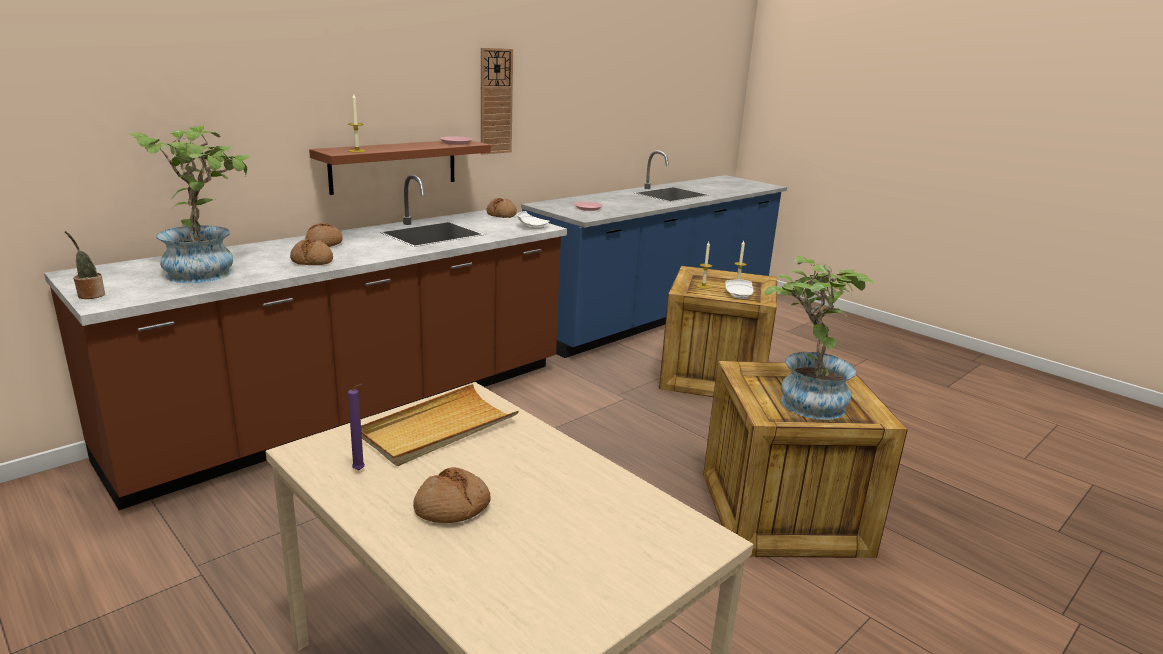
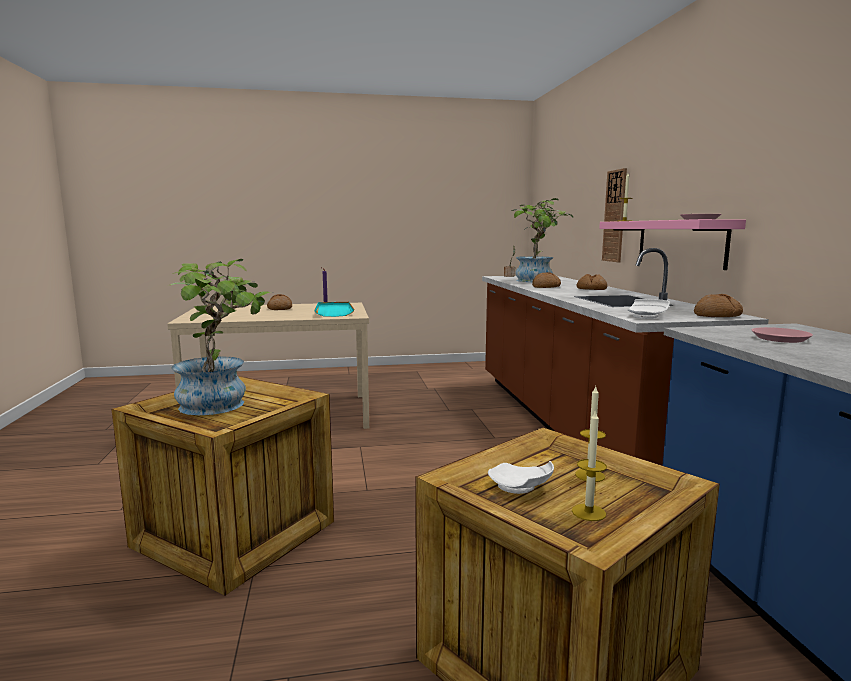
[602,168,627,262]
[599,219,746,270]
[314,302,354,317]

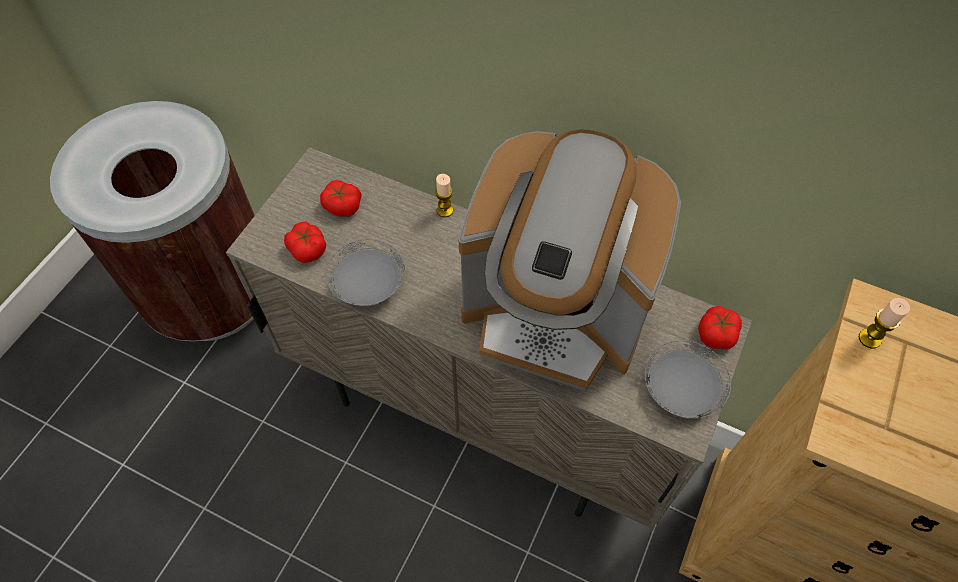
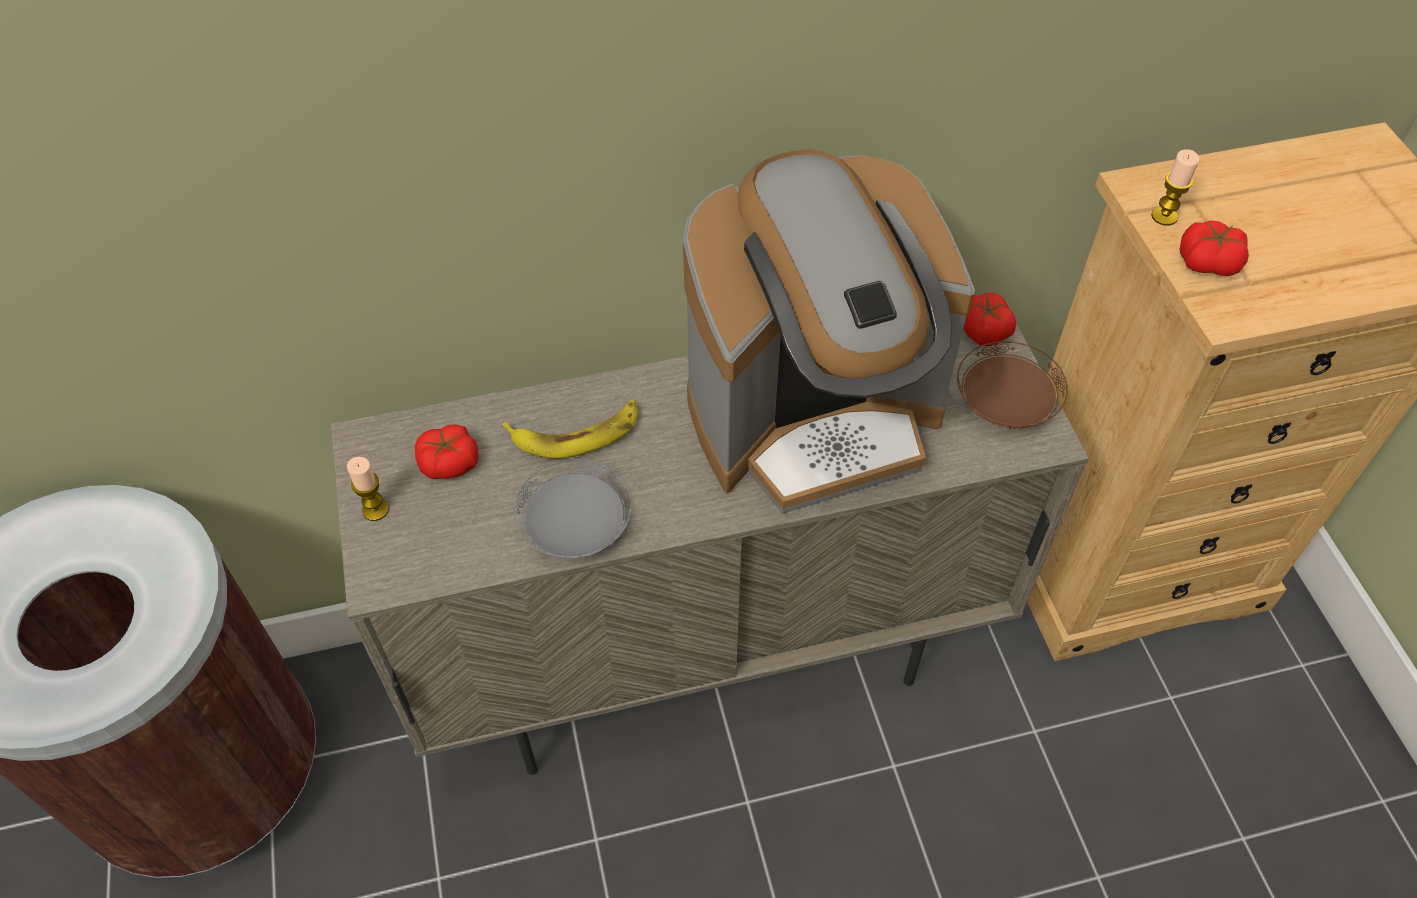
[347,457,389,521]
[1179,221,1249,276]
[957,341,1068,429]
[503,400,638,459]

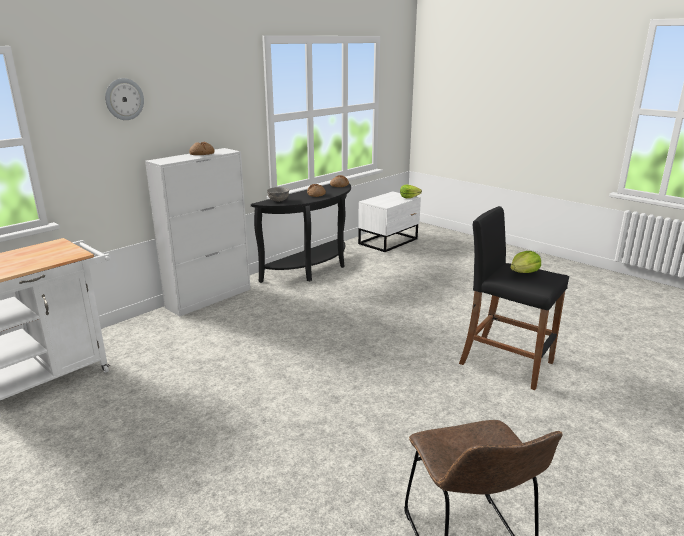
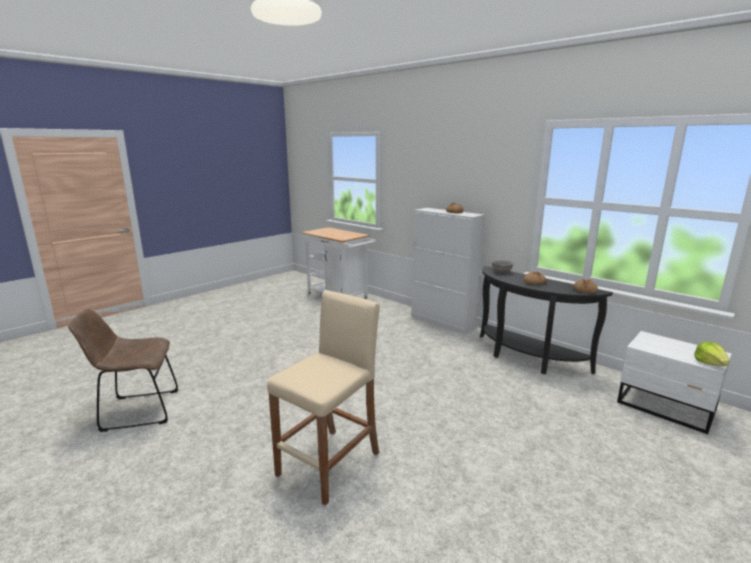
[105,78,144,120] (first image)
[267,290,380,506]
[510,251,541,273] (first image)

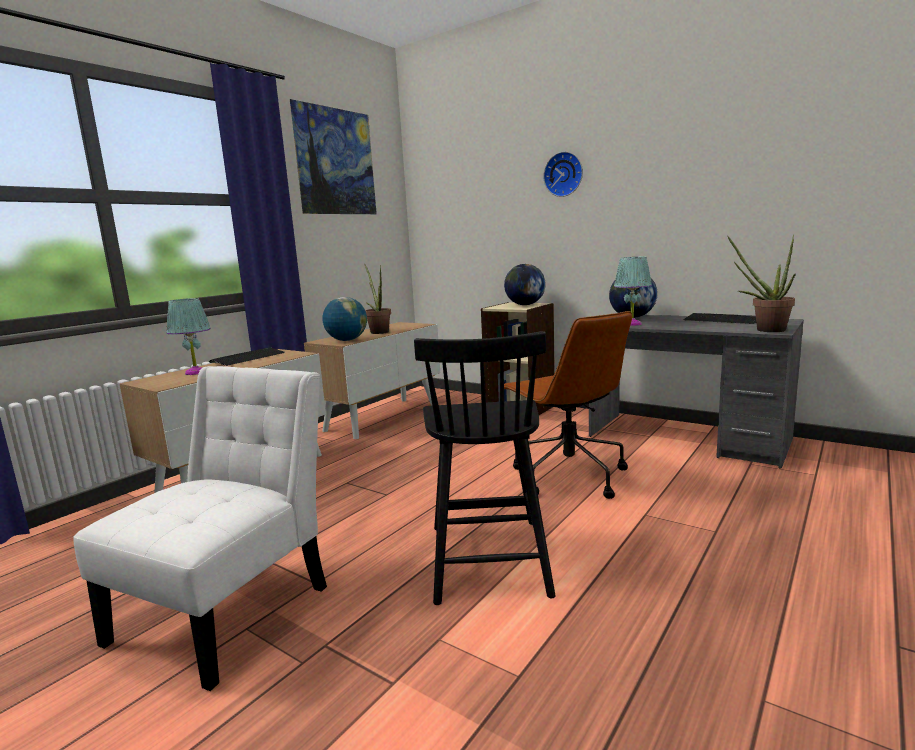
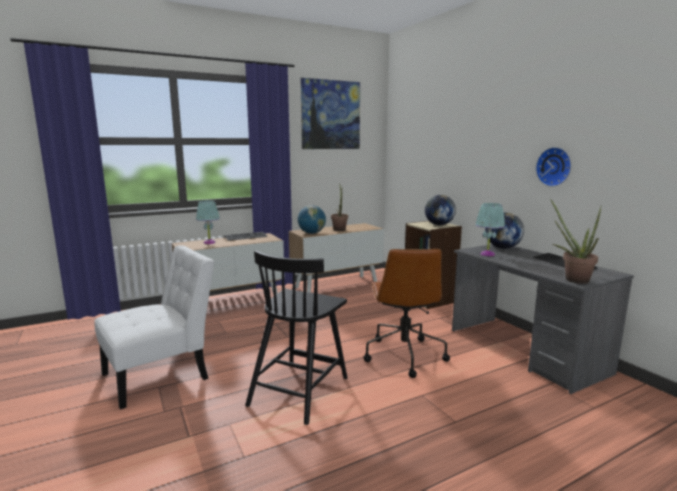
[536,147,571,187]

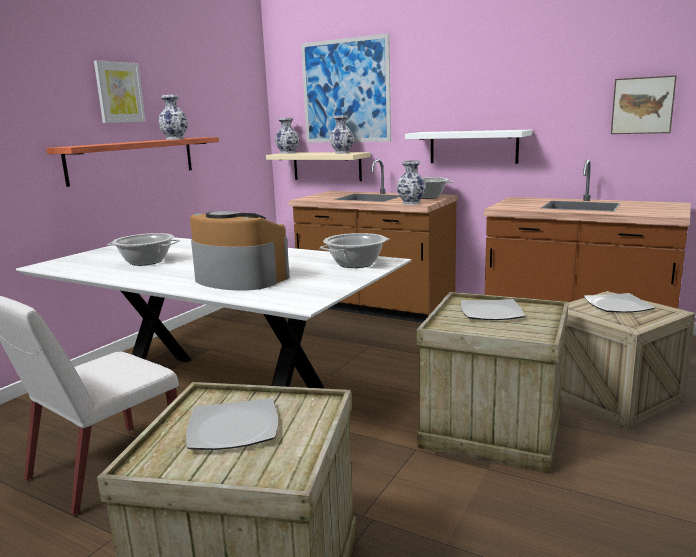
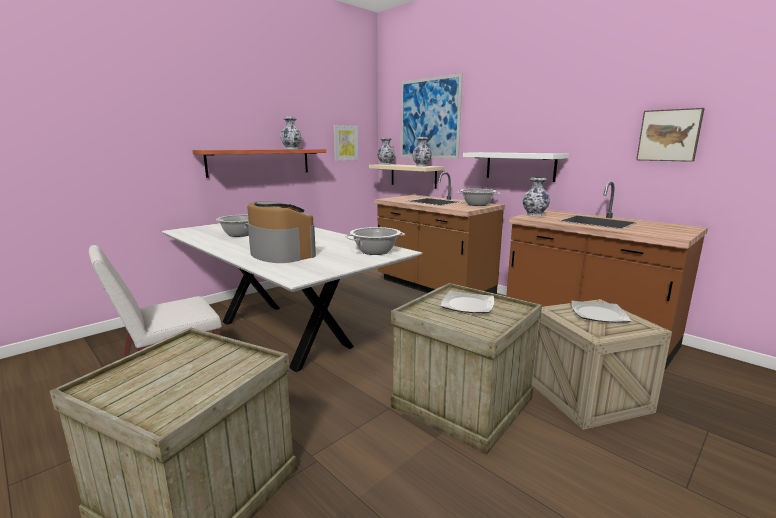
[333,125,358,161]
[523,177,550,216]
[186,398,278,450] (first image)

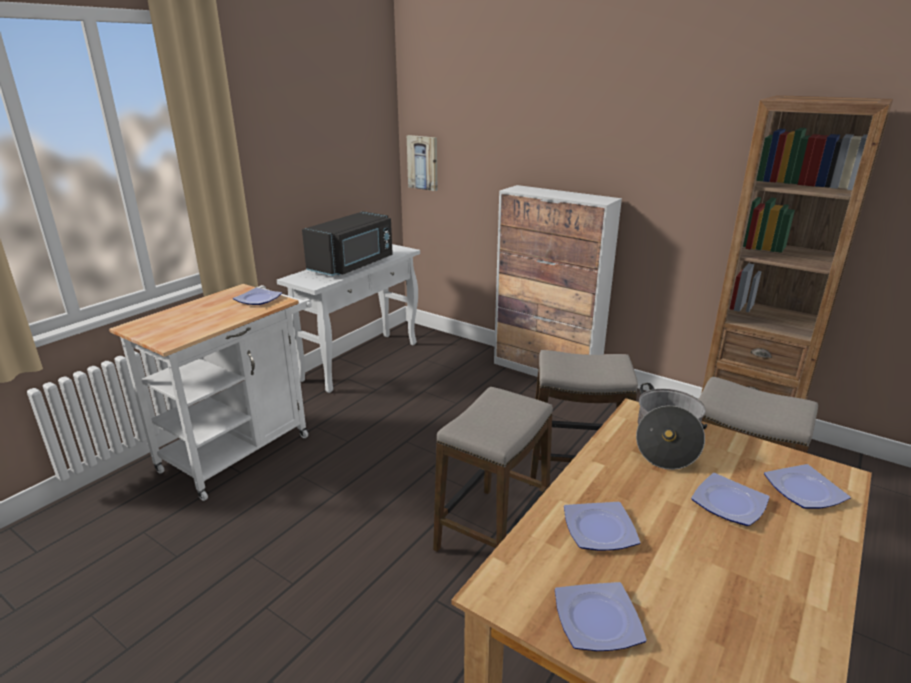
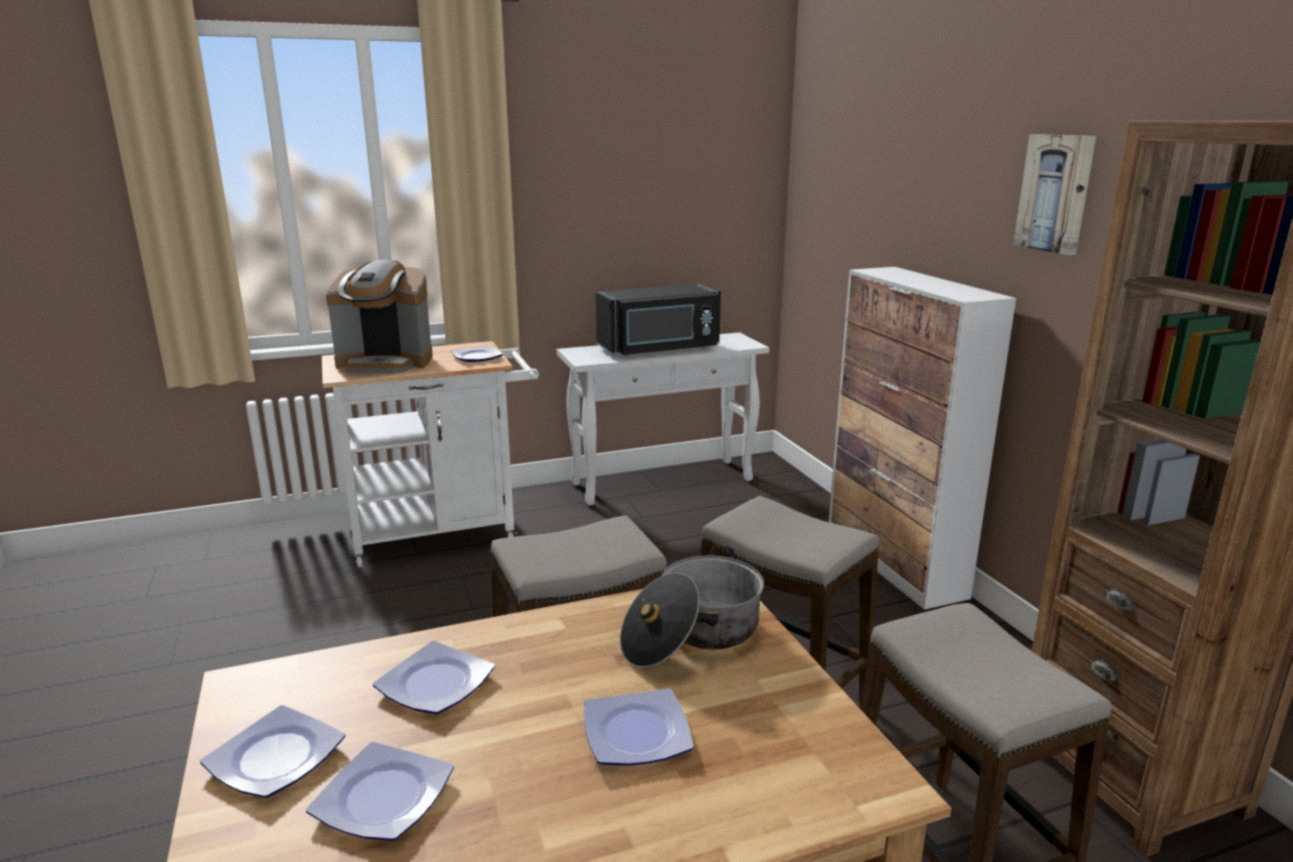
[1013,134,1096,255]
[306,742,454,841]
[326,260,433,373]

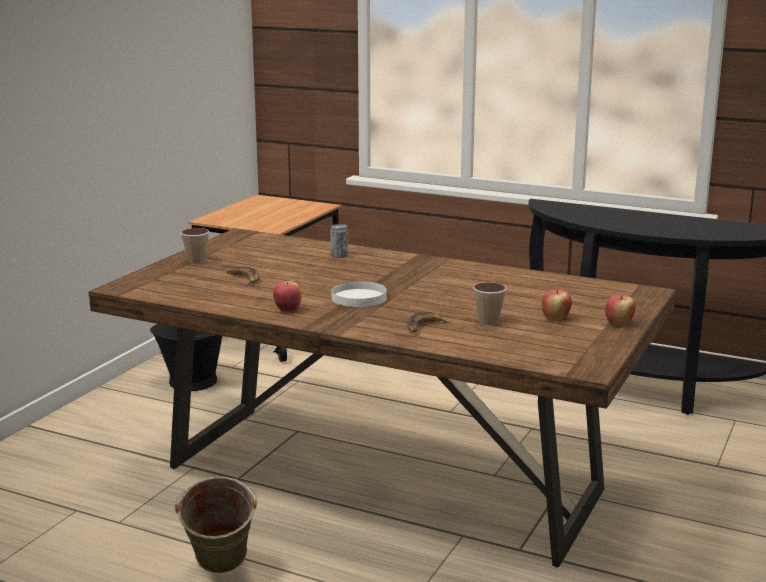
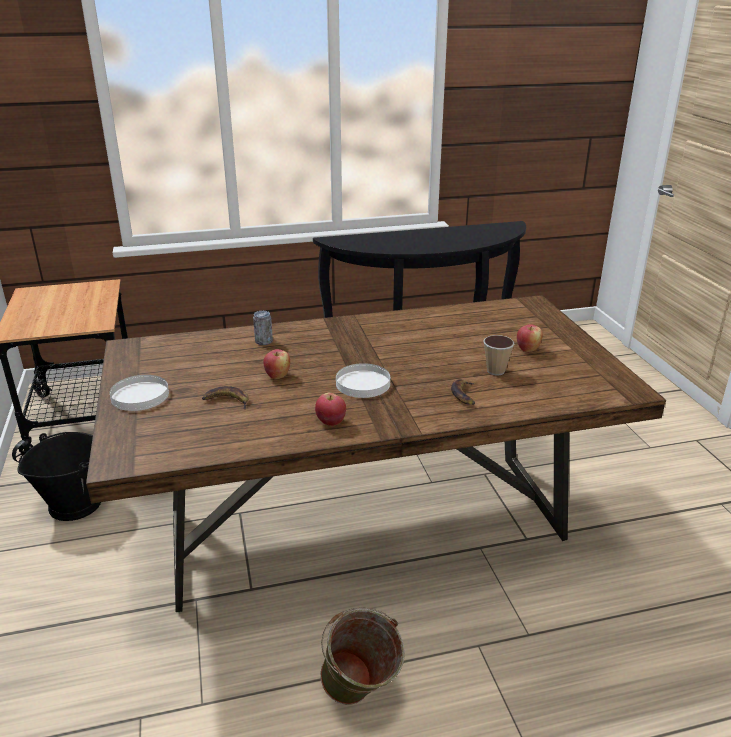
[109,375,169,411]
[264,349,290,379]

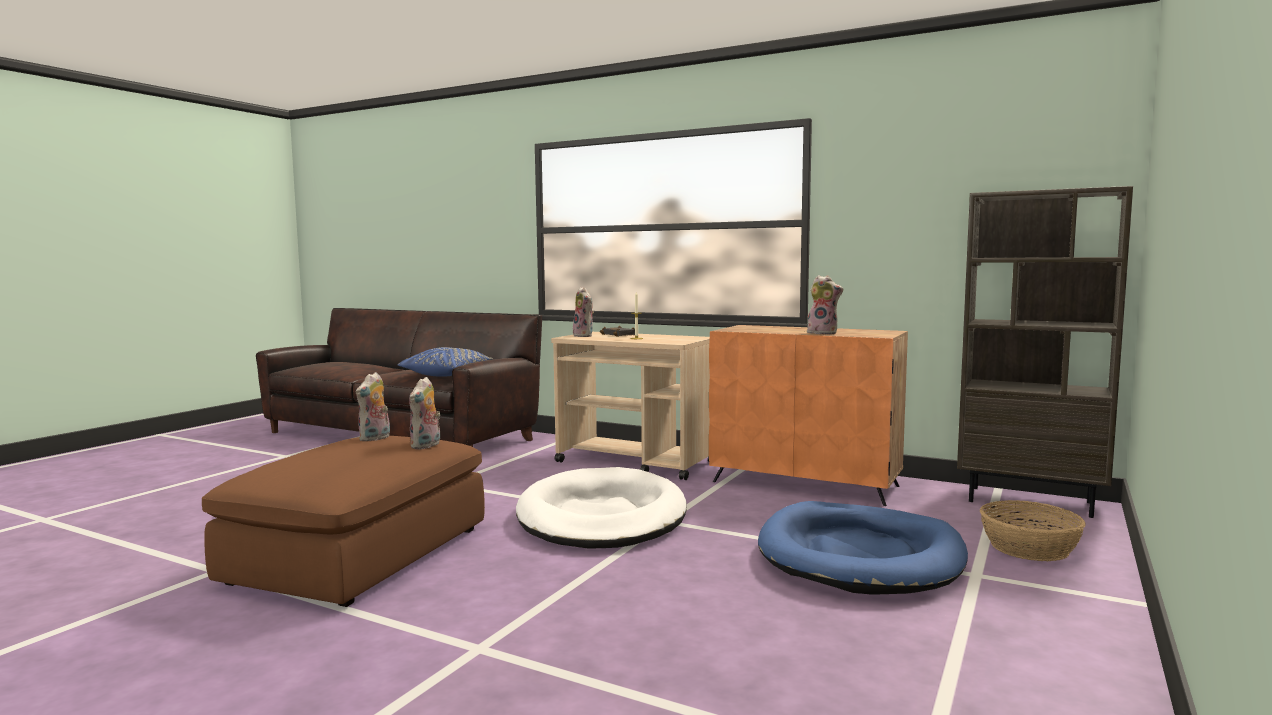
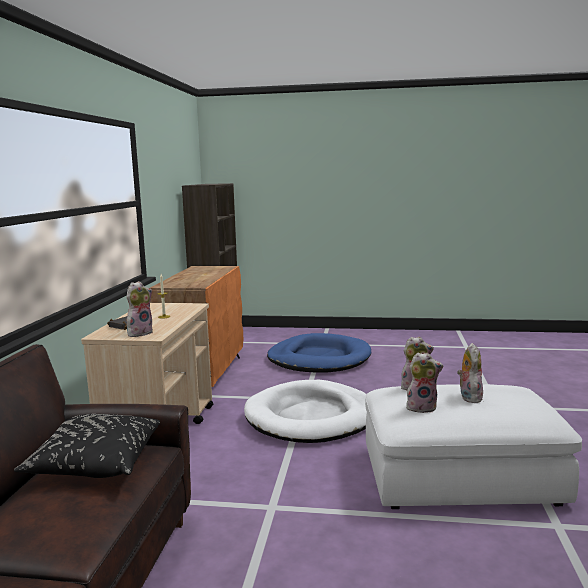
[457,343,483,403]
[14,414,160,478]
[365,384,582,509]
[980,500,1086,561] (first image)

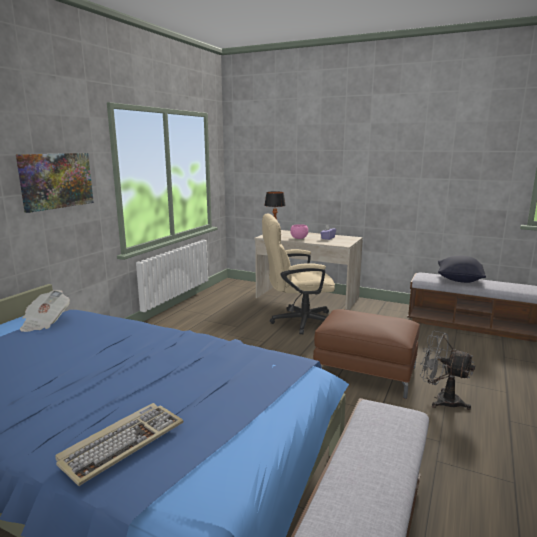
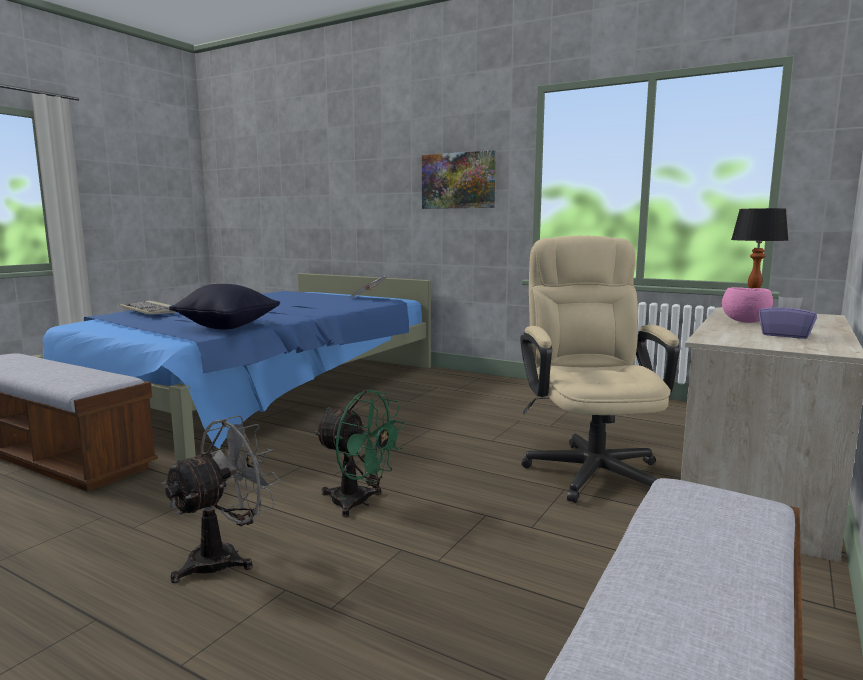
[169,284,280,330]
[314,390,405,517]

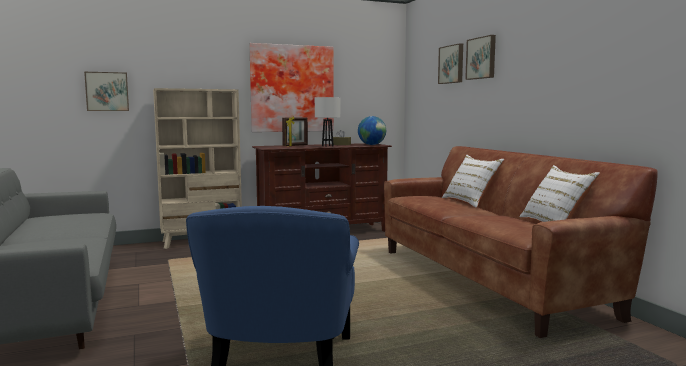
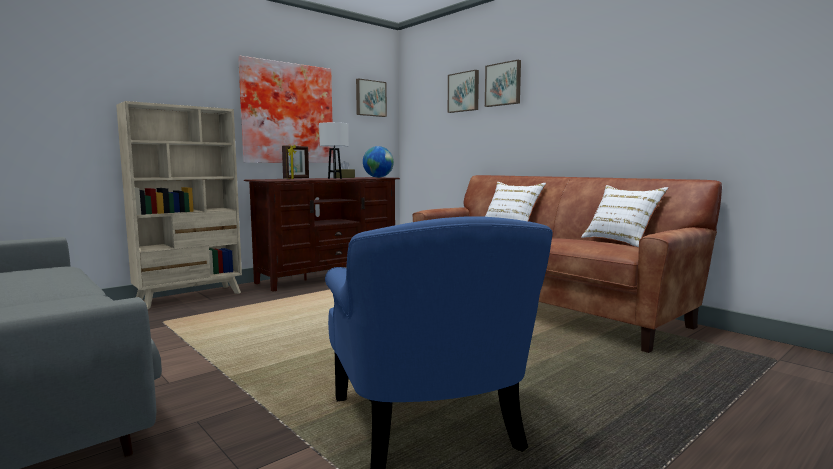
[356,78,387,117]

